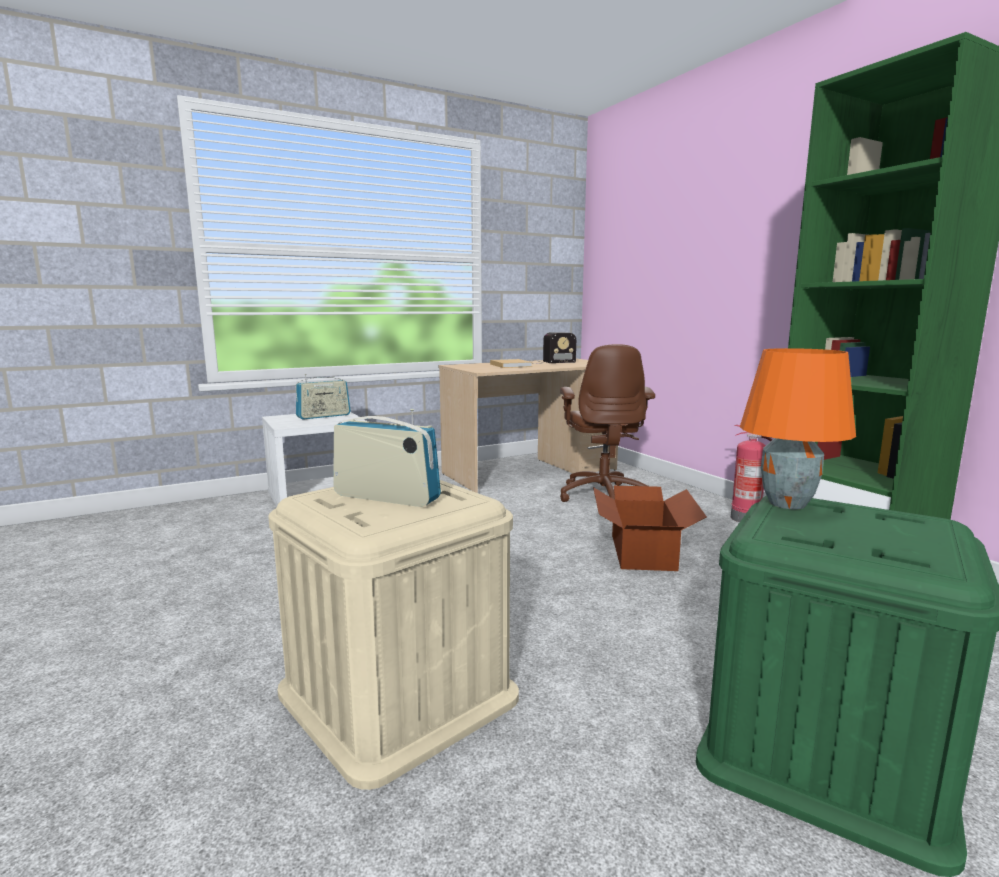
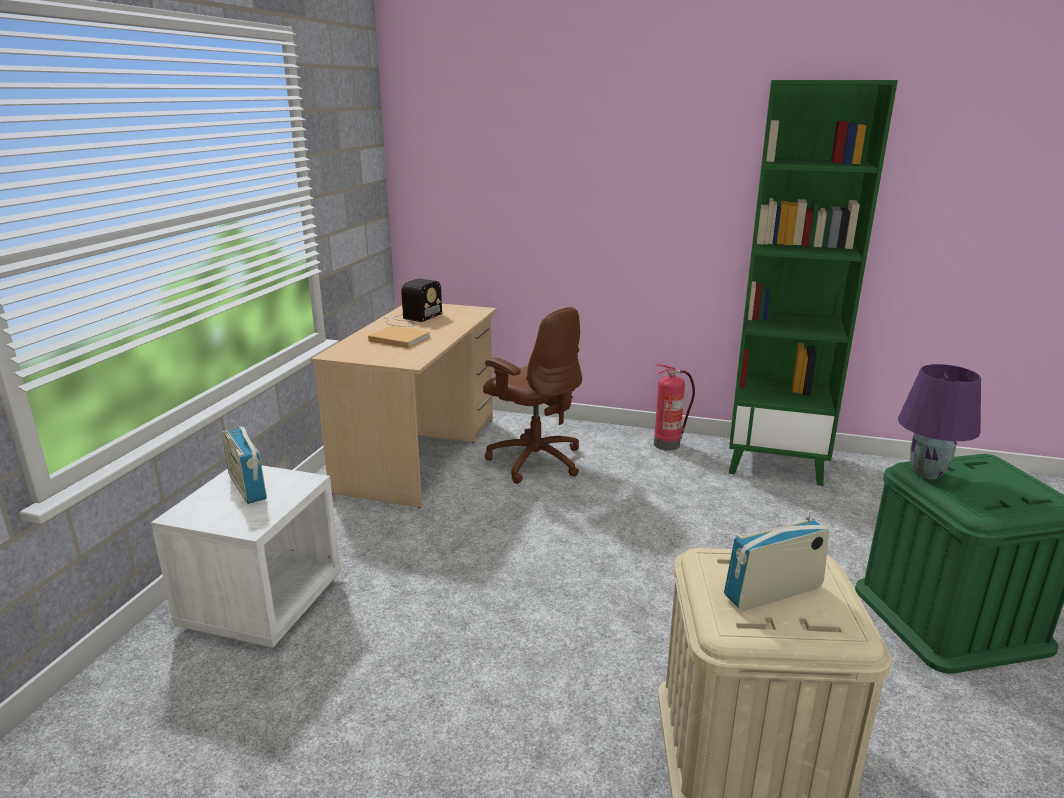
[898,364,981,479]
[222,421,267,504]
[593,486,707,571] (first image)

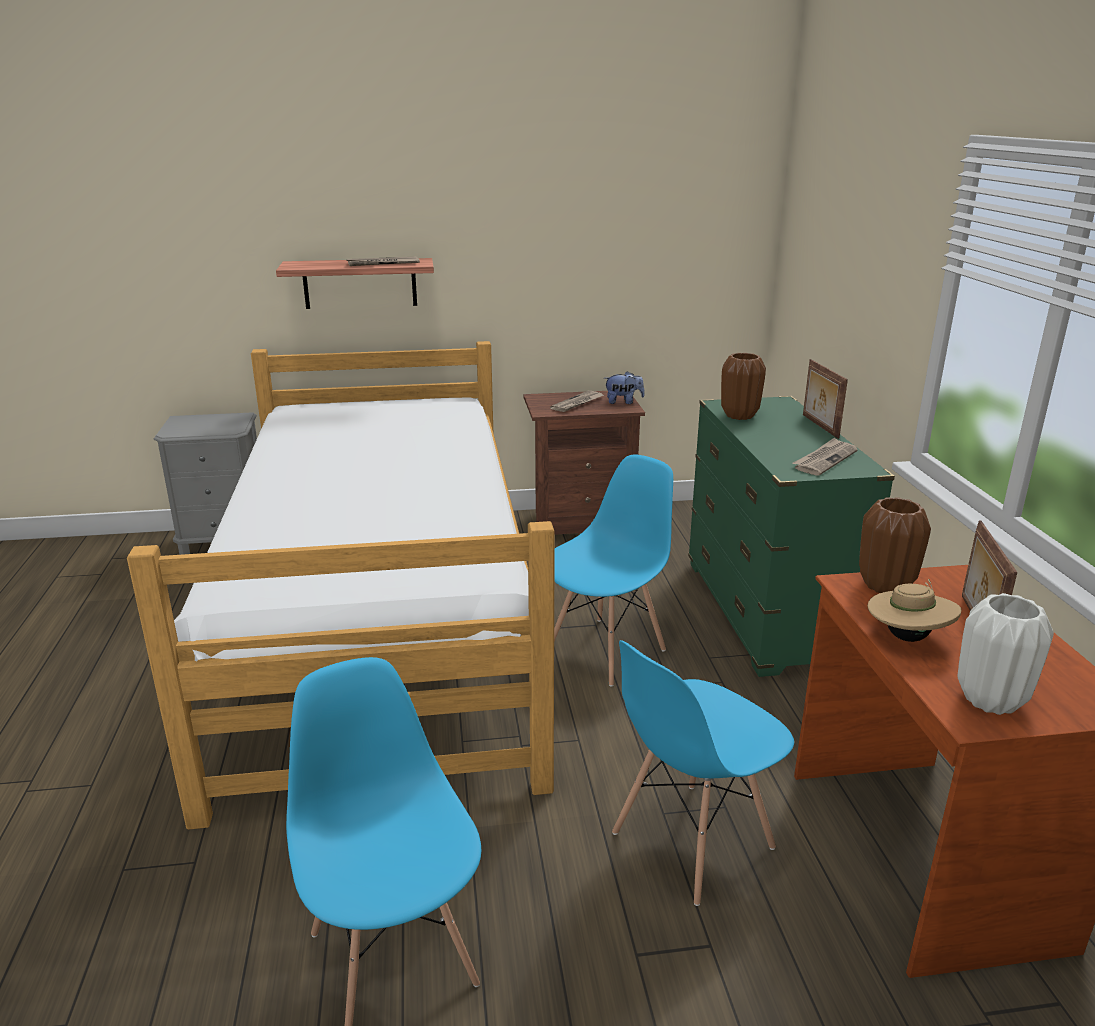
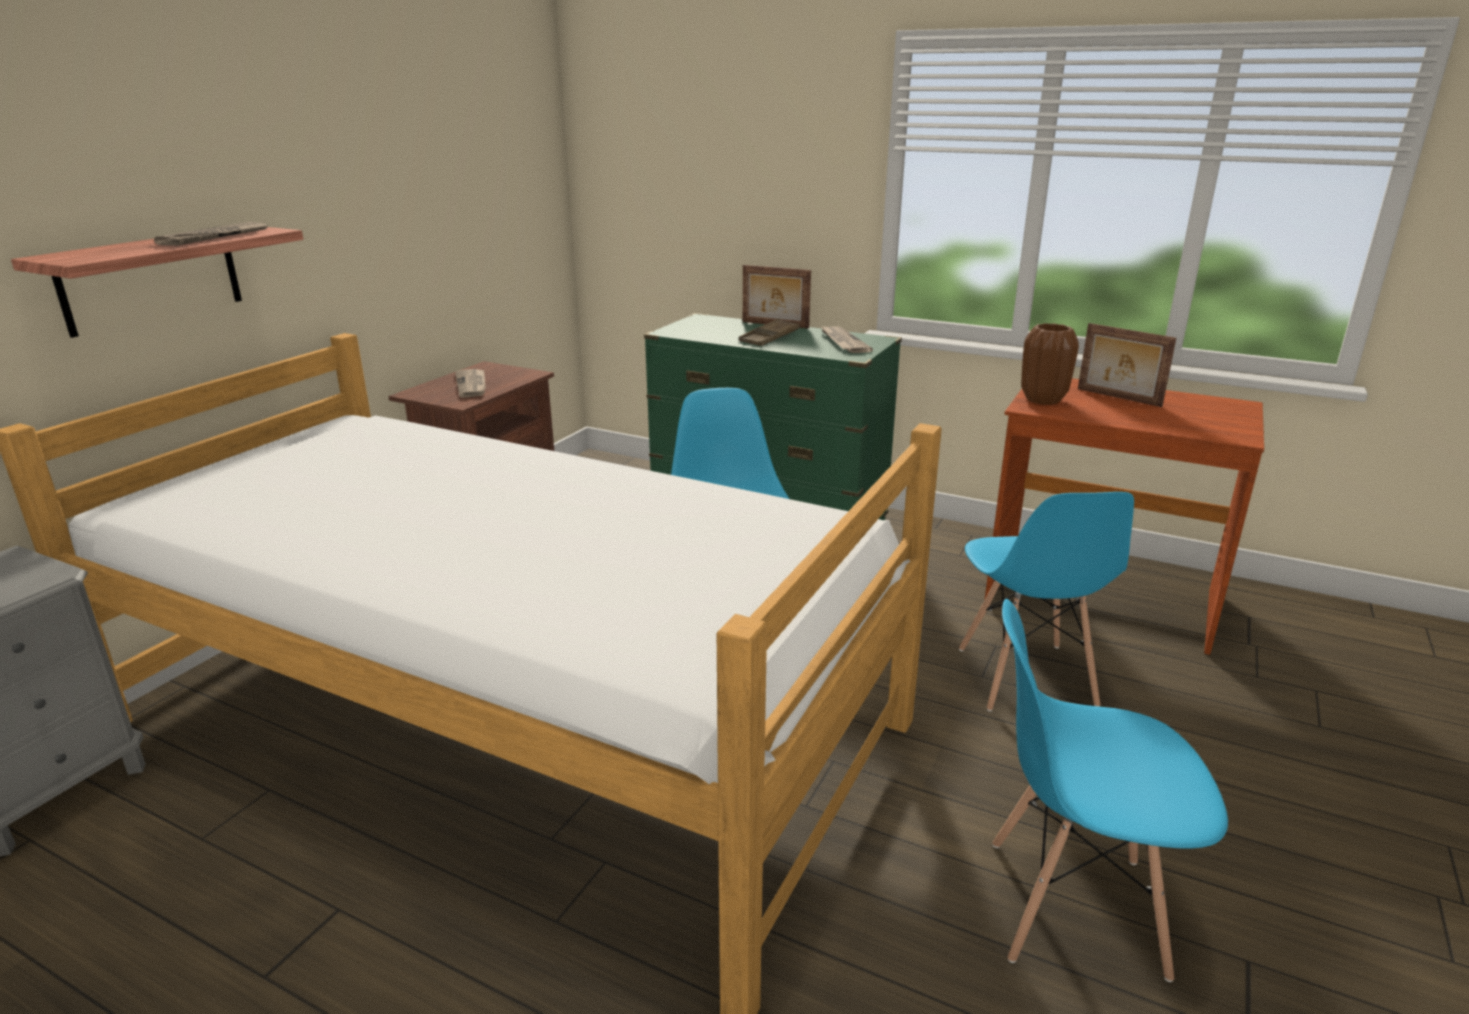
[721,353,766,420] (first image)
[604,371,644,404] (first image)
[868,579,961,642] (first image)
[958,593,1054,715] (first image)
[739,319,800,346]

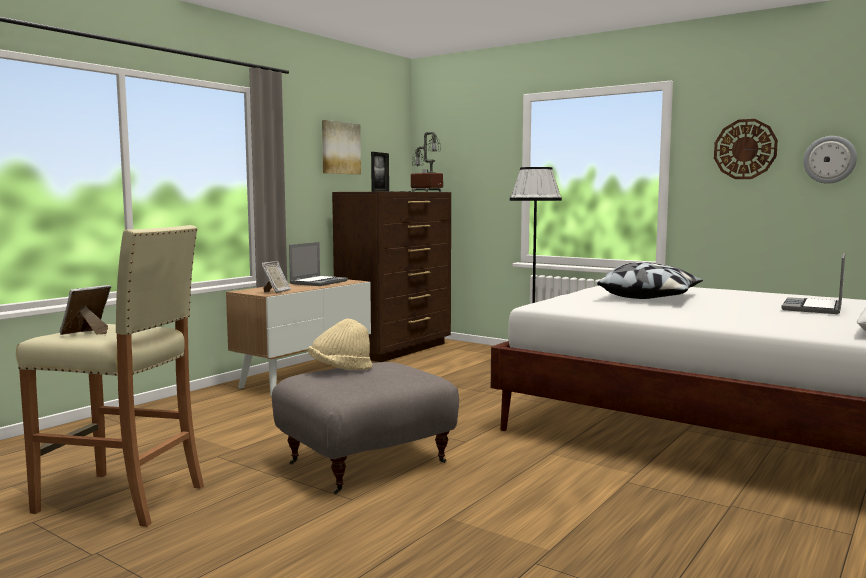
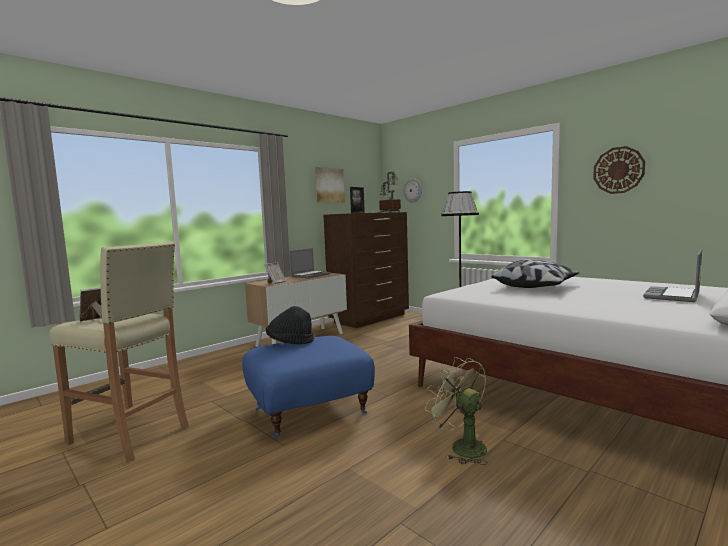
[404,179,422,203]
[266,306,314,344]
[242,336,375,439]
[425,357,487,465]

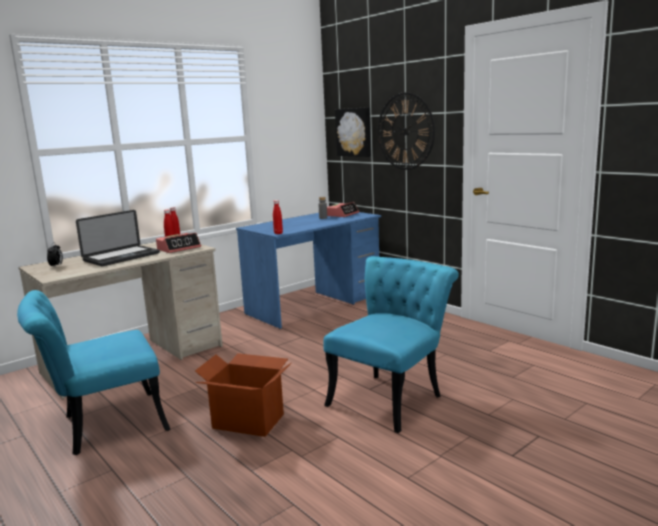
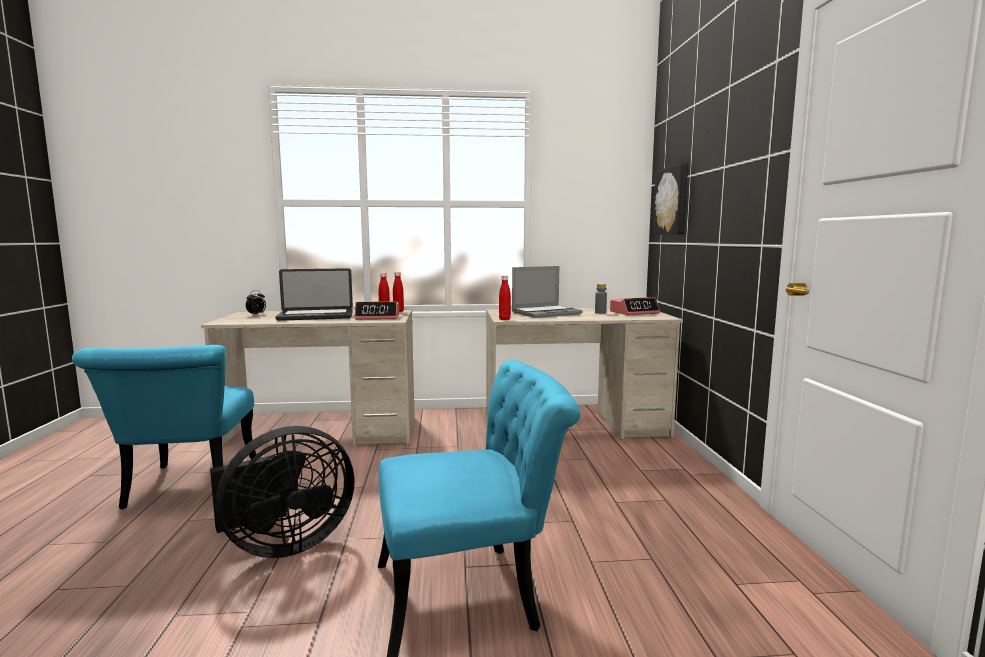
[378,92,435,170] (first image)
[486,308,683,440]
[72,345,257,510]
[210,426,355,558]
[512,266,582,318]

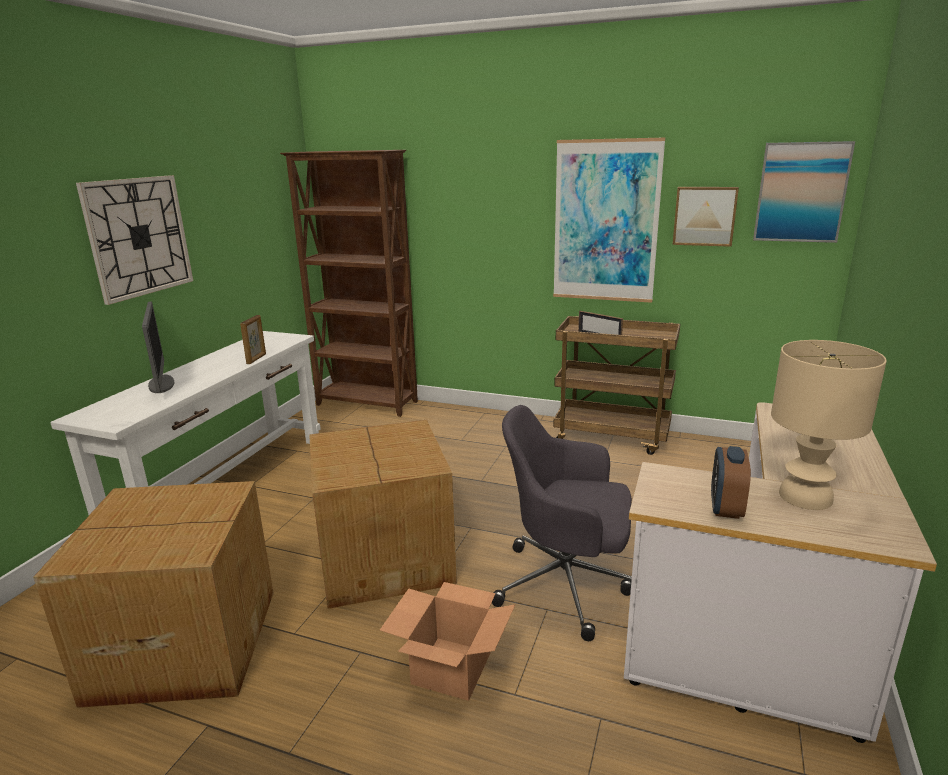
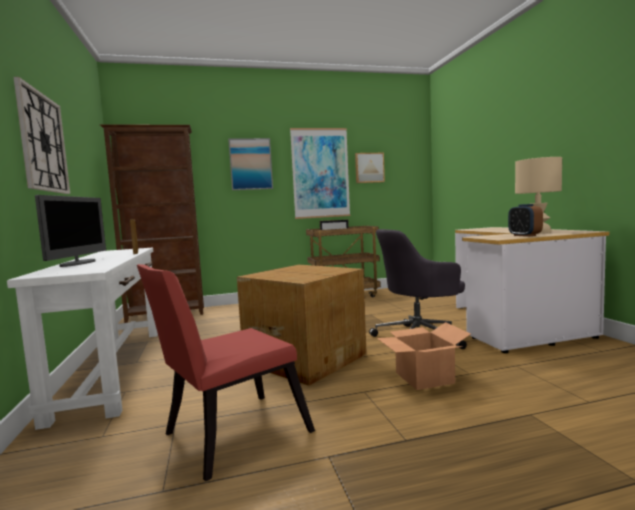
[228,138,273,190]
[35,195,106,267]
[137,264,315,481]

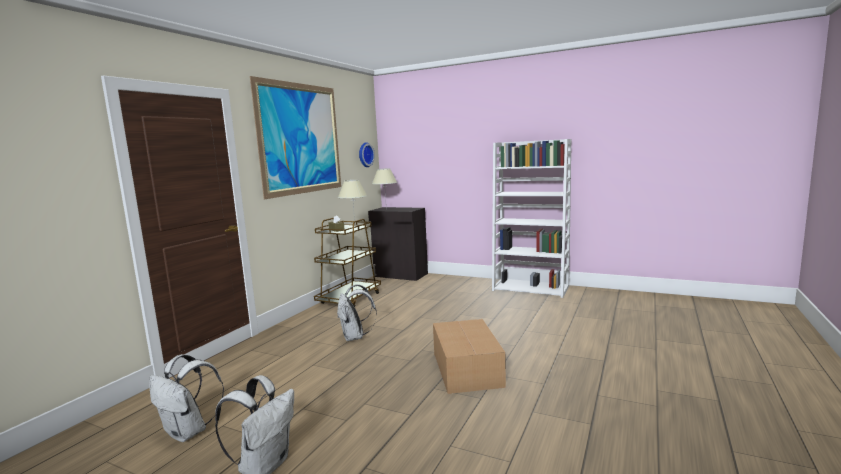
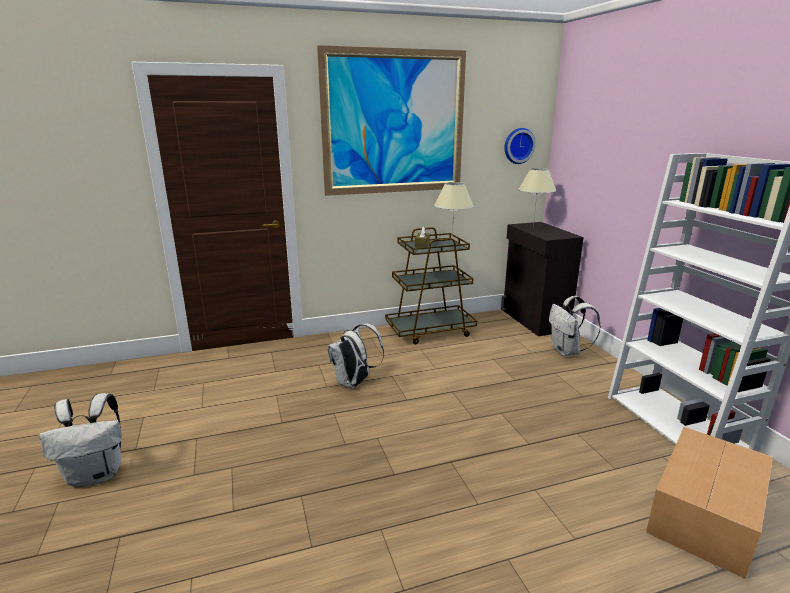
[646,427,773,579]
[549,296,601,356]

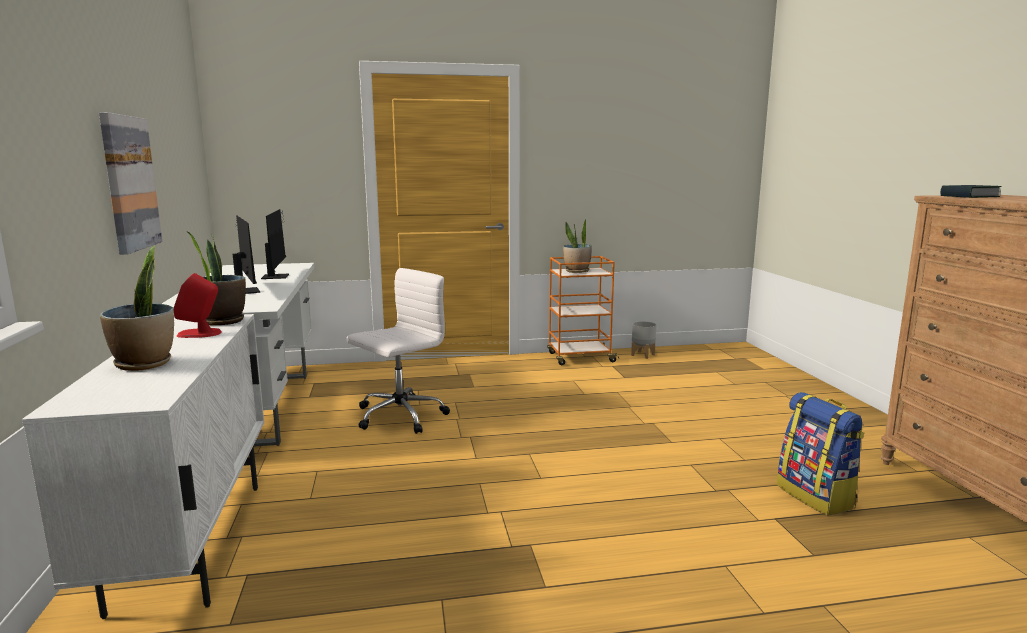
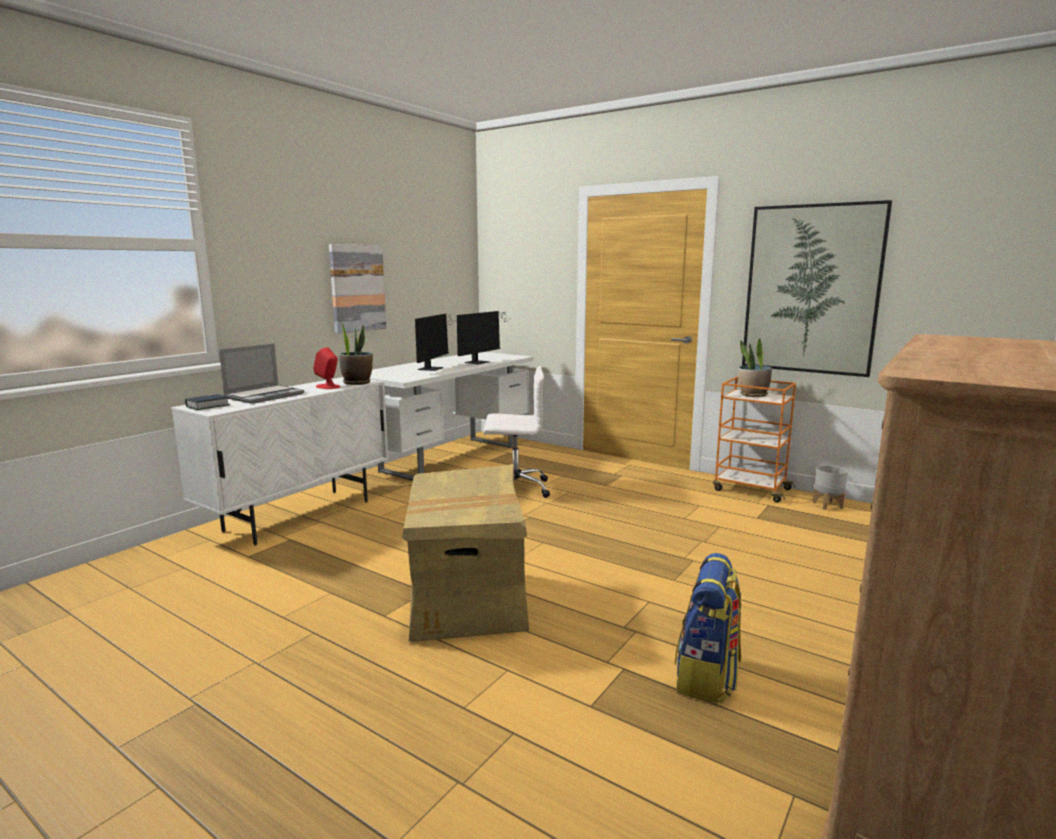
[185,394,230,410]
[219,343,304,404]
[742,200,892,377]
[402,464,529,642]

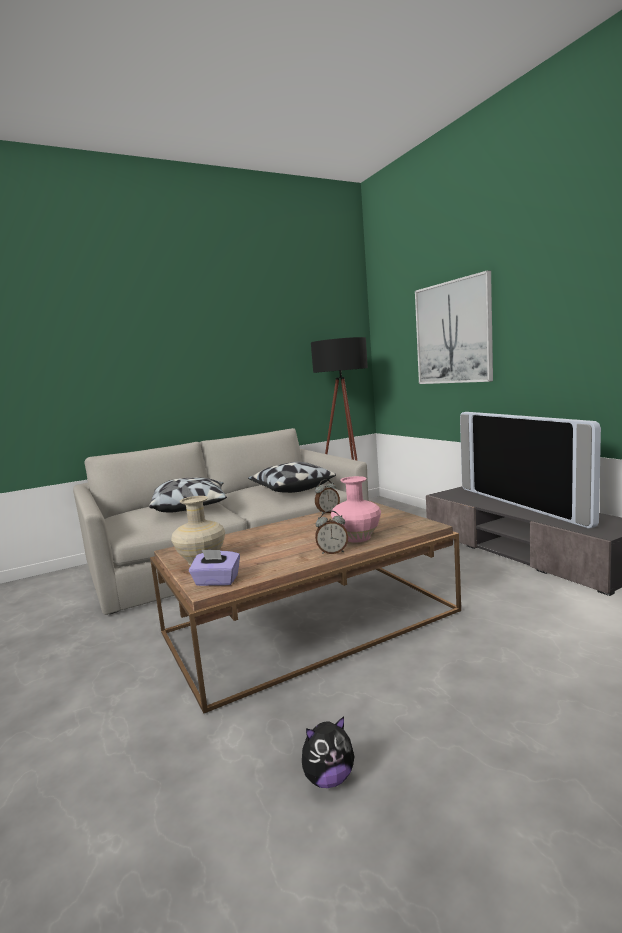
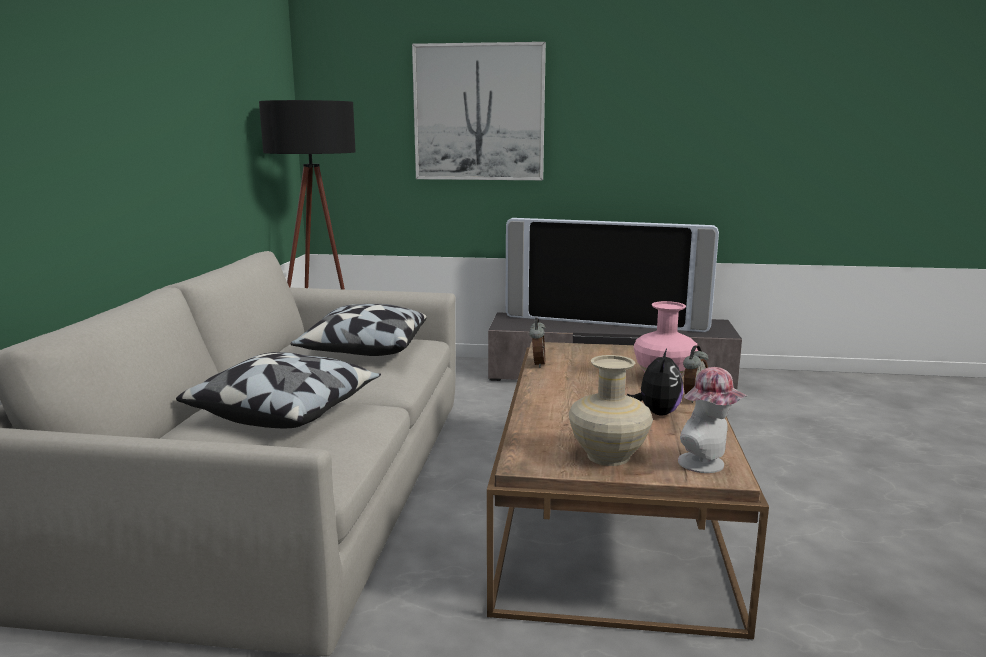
[678,367,748,473]
[627,349,684,415]

